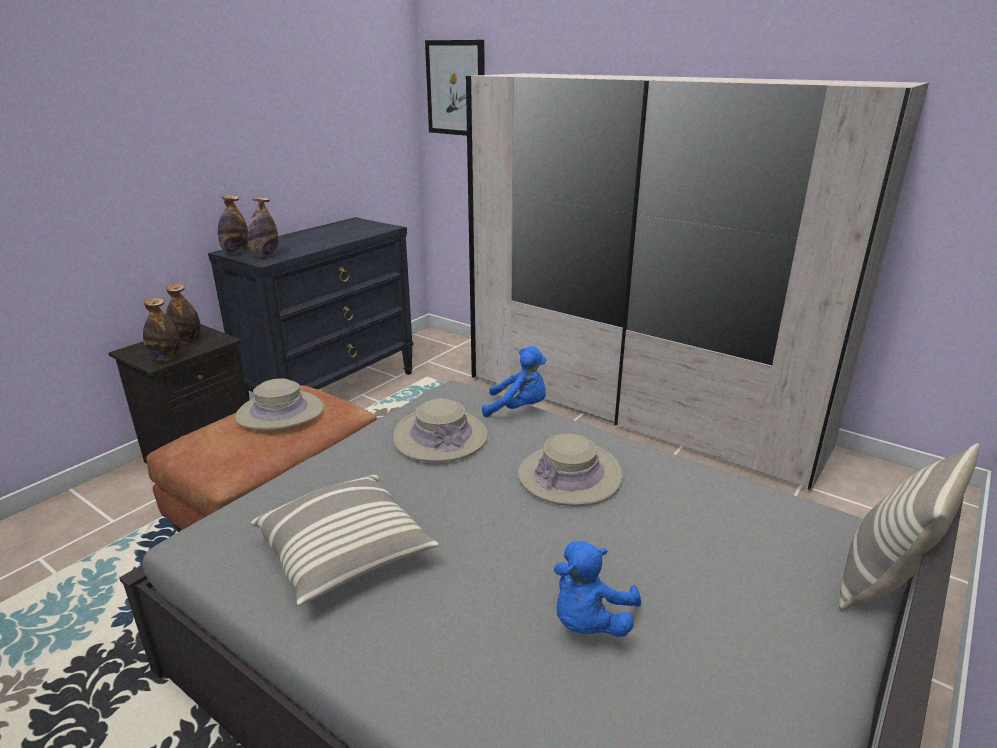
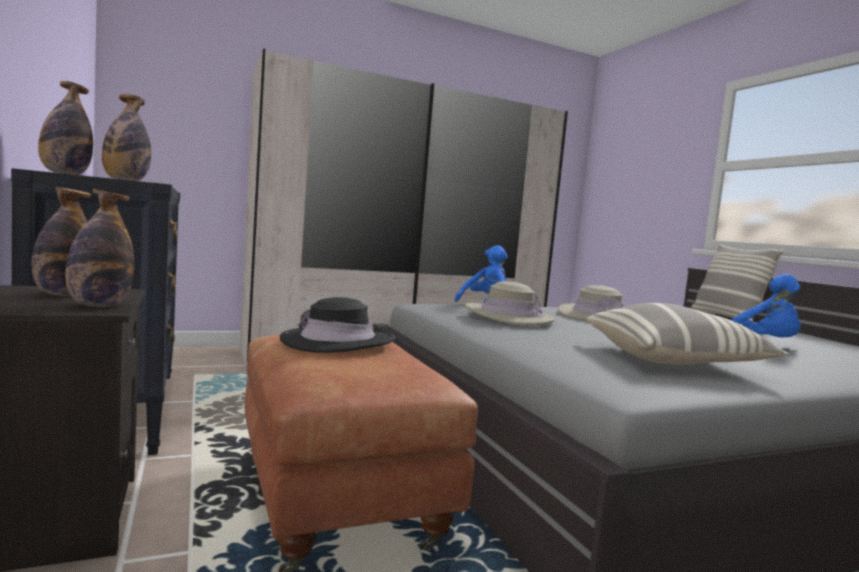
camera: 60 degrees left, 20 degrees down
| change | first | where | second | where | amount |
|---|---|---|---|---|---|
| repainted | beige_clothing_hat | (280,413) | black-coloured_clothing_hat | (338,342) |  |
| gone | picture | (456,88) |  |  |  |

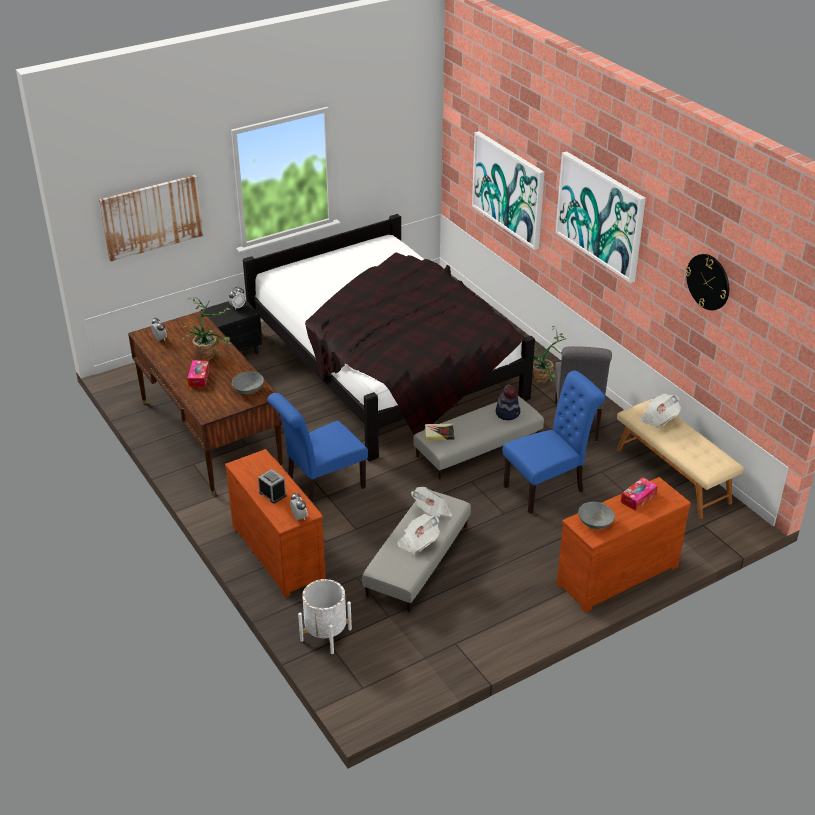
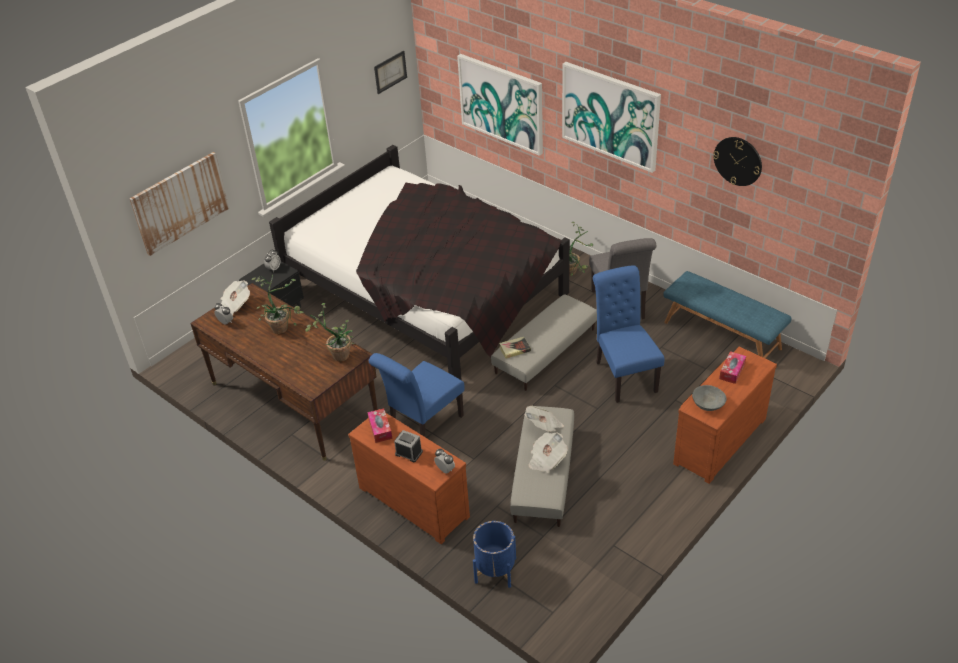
camera: 15 degrees left, 5 degrees up
| change | first | where | second | where | amount |
|---|---|---|---|---|---|
| shifted | tissue_holder | (199,378) |  | (380,429) |  |
| swapped | grey_deep_dish | (248,390) | plant_in_a_pot | (338,354) |  |
| repainted | whitish_plant_pot | (326,634) | bluish_plant_pot | (495,570) |  |
| gone | clothing_hat | (508,413) |  |  |  |
| rotated | bluish_chair | (548,487) |  | (623,374) | 60 degrees counterclockwise |
| repainted | beige_indoor_bench | (673,475) | bluish_indoor_bench | (722,335) |  |
| shifted | printed_paper | (658,418) |  | (234,305) |  |
| new |  |  | picture | (390,72) |  |

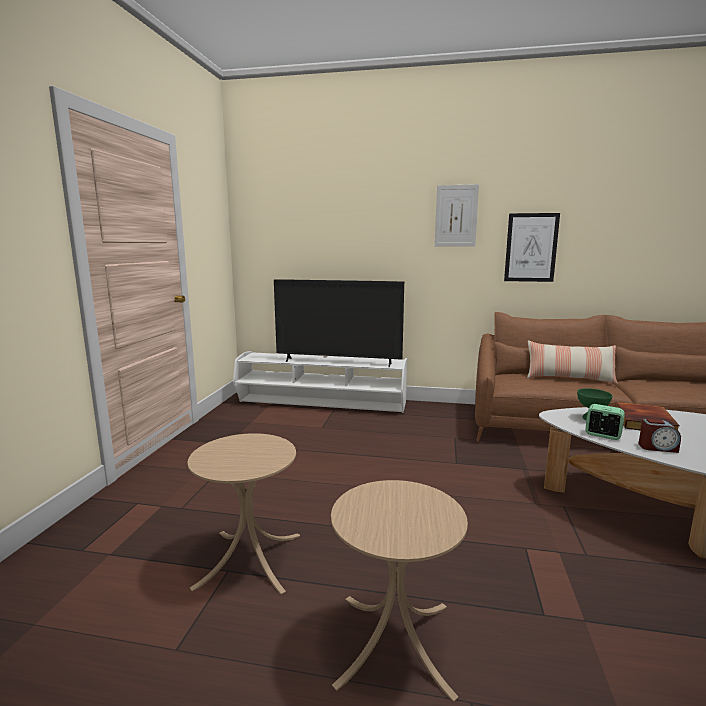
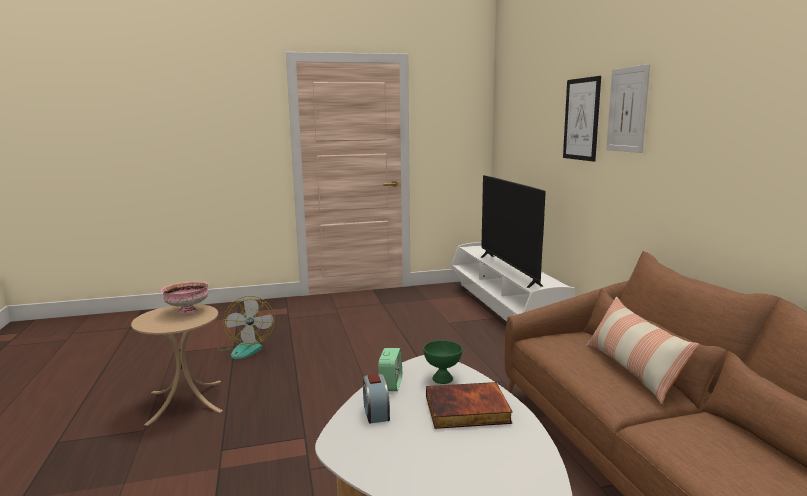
camera: 65 degrees right, 0 degrees up
| change | first | where | second | where | amount |
|---|---|---|---|---|---|
| swapped | beige_end_table | (249,560) | fan | (246,348) |  |
| shifted | picture | (531,247) |  | (581,119) |  |
| new |  |  | pink-coloured_deep_dish | (187,311) |  |

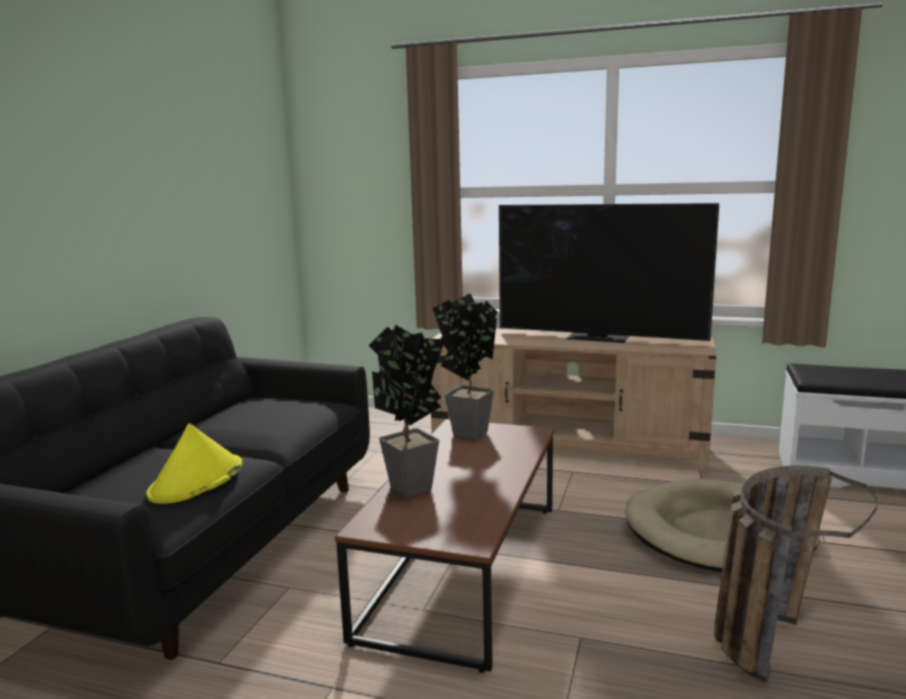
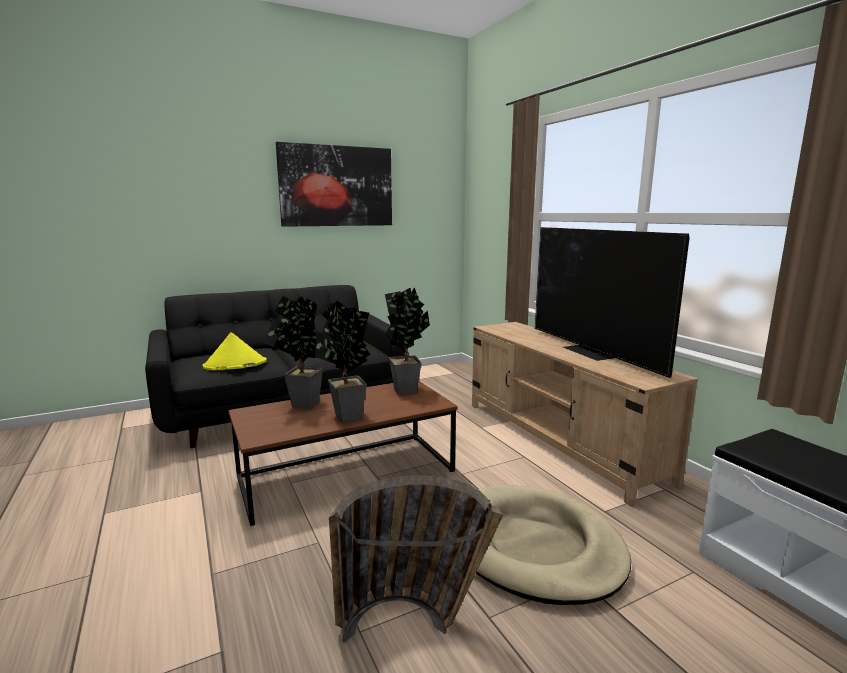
camera: 45 degrees right, 0 degrees up
| change | first | where | second | where | amount |
|---|---|---|---|---|---|
| new |  |  | picture | (337,186) |  |
| new |  |  | plant_in_a_pot | (347,418) |  |

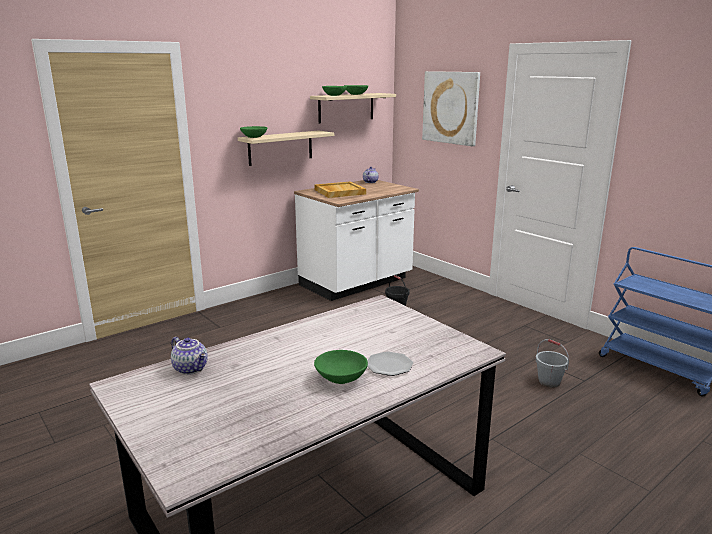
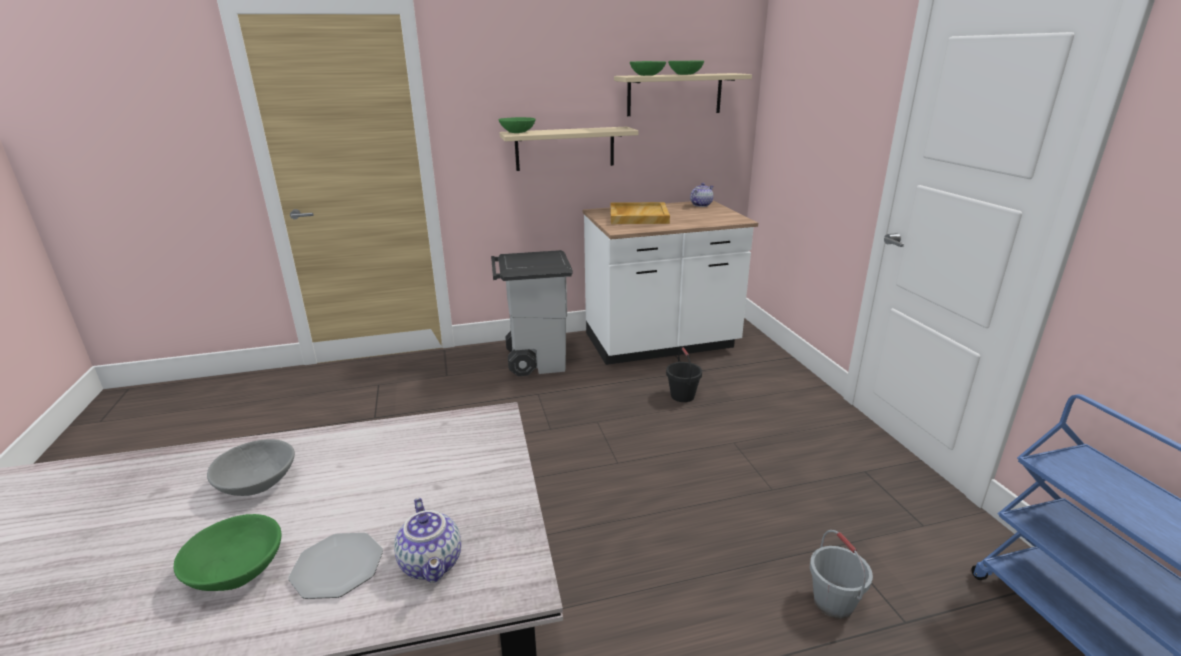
camera: 25 degrees right, 5 degrees up
| change | first | where | second | where | amount |
|---|---|---|---|---|---|
| shifted | teapot | (191,368) |  | (433,563) |  |
| gone | picture | (451,107) |  |  |  |
| new |  |  | grey_deep_dish | (258,483) |  |
| new |  |  | grey_waste_bin | (535,361) |  |

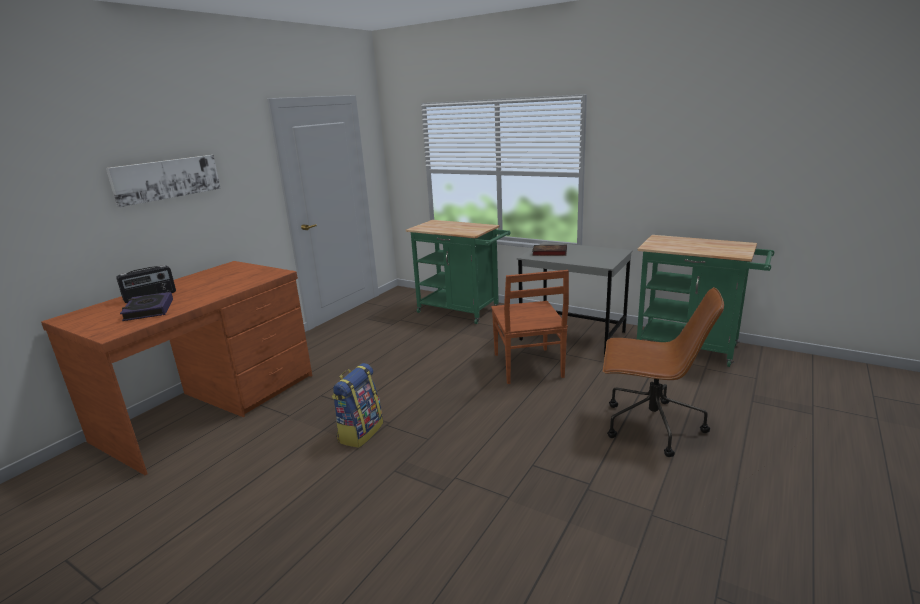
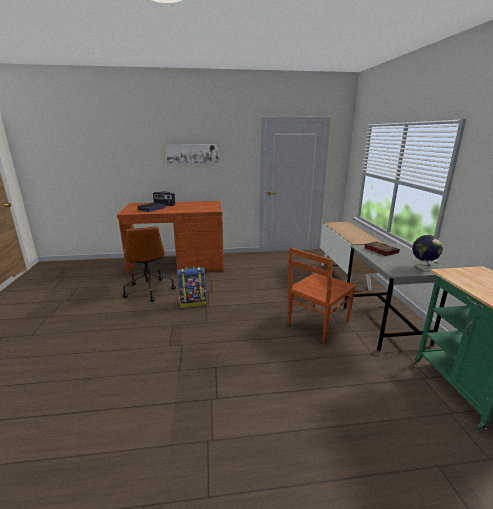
camera: 50 degrees right, 0 degrees up
| change | first | where | second | where | amount |
|---|---|---|---|---|---|
| swapped | green_trolley | (462,311) | cabinet | (344,276) |  |
| shifted | brown-coloured_desk_chair | (650,426) |  | (149,289) |  |
| new |  |  | globe | (423,267) |  |

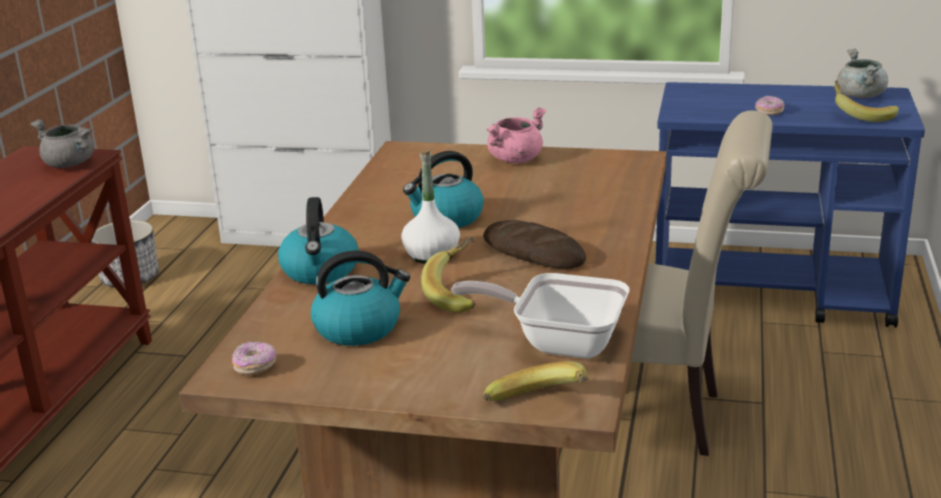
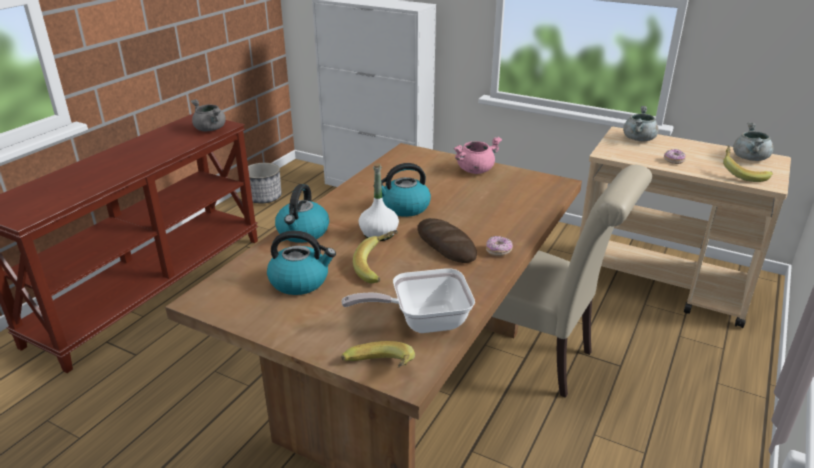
camera: 15 degrees right, 5 degrees up
| change | first | where | second | where | amount |
|---|---|---|---|---|---|
| shifted | donut | (255,367) |  | (498,251) |  |
| rotated | frying_pan | (559,342) |  | (422,321) | 45 degrees counterclockwise |
| repainted | bluish_trolley | (773,294) | beige_trolley | (661,284) |  |
| new |  |  | grey_cooking_pot | (639,139) |  |

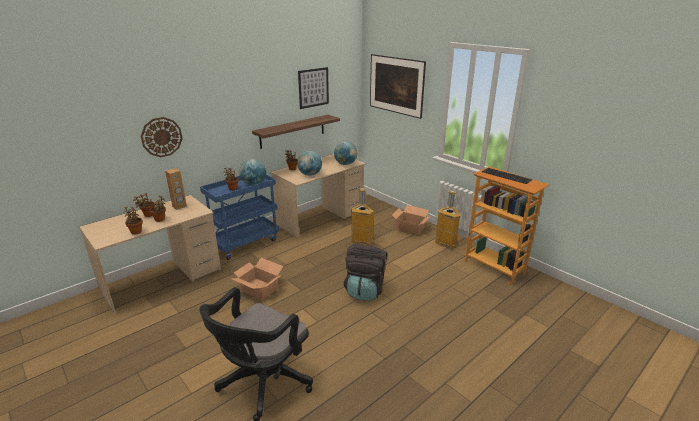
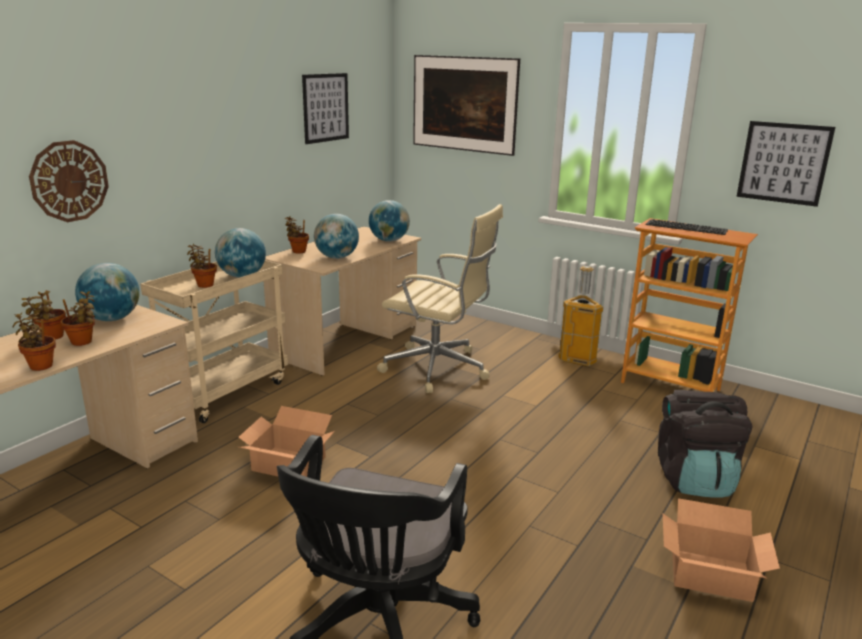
camera: 15 degrees left, 5 degrees down
| change | first | where | second | where | amount |
|---|---|---|---|---|---|
| swapped | brown-coloured_loudspeaker | (179,206) | globe | (112,319) |  |
| repainted | bluish_trolley | (245,242) | beige_trolley | (225,392) |  |
| gone | wall_shelf | (292,131) |  |  |  |
| shifted | black-coloured_knapsack | (365,290) |  | (694,479) |  |
| swapped | waste_bin | (362,241) | beige_desk_chair | (438,369) |  |
| shifted | packing_box | (410,228) |  | (711,575) |  |
| new |  |  | picture | (783,163) |  |

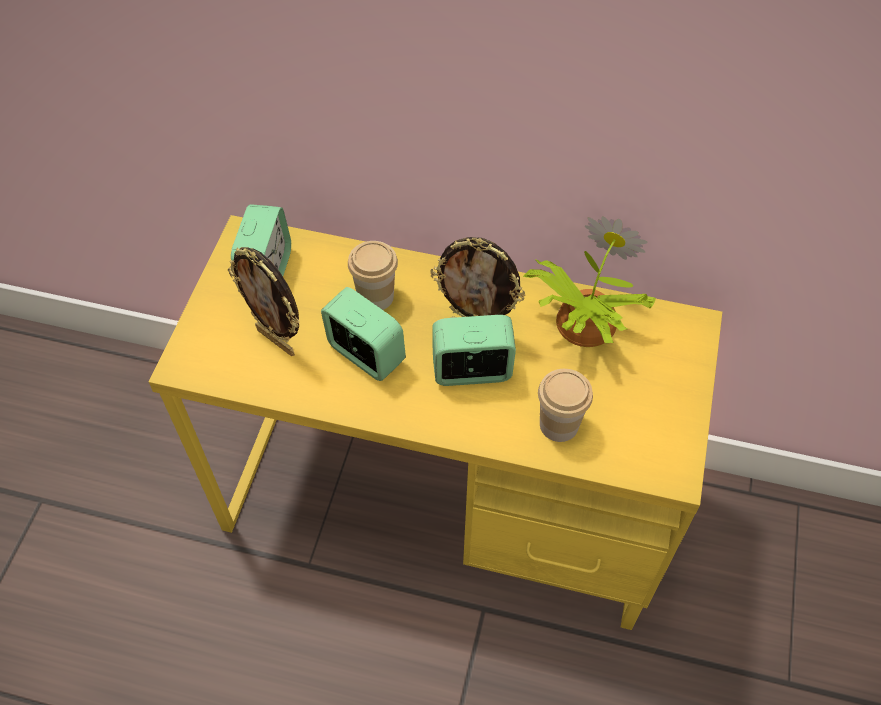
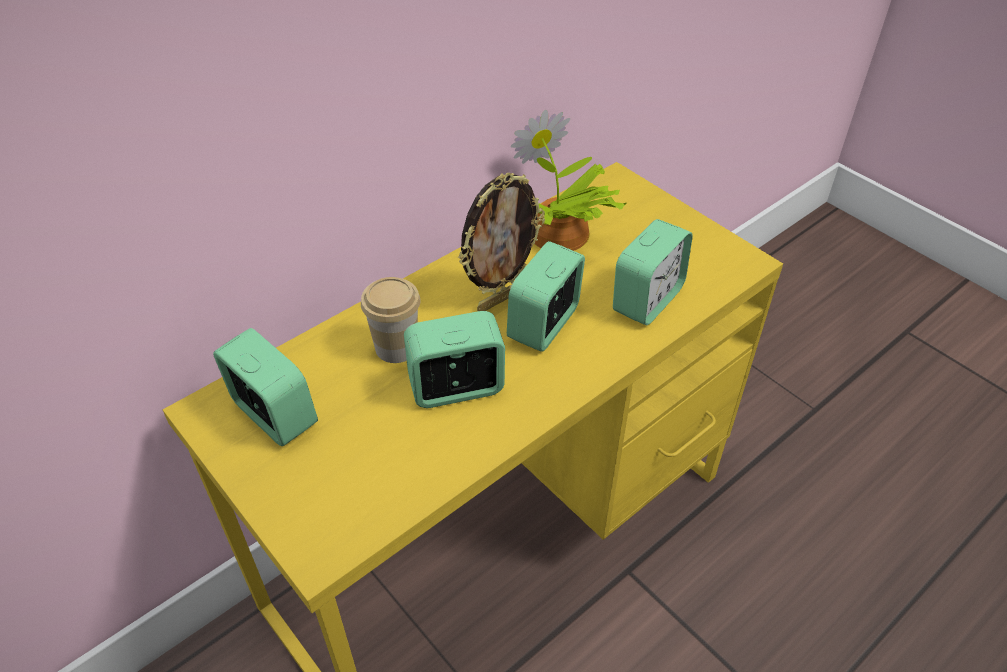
camera: 55 degrees left, 10 degrees down
| change | first | where | second | where | amount |
|---|---|---|---|---|---|
| gone | picture_frame | (277,341) |  |  |  |
| swapped | cup | (559,424) | table_clock | (647,300) |  |

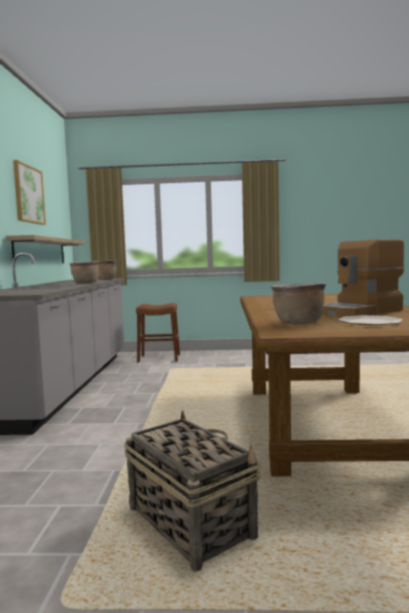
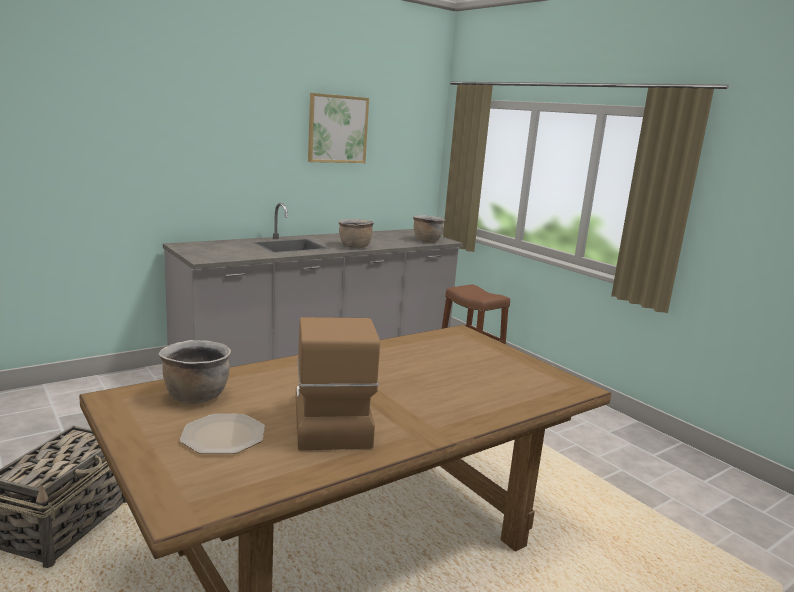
camera: 50 degrees right, 10 degrees up
| change | first | where | second | where | amount |
|---|---|---|---|---|---|
| gone | wall_shelf | (40,251) |  |  |  |
| rotated | coffee_brewer | (360,312) |  | (329,420) | 60 degrees clockwise |

